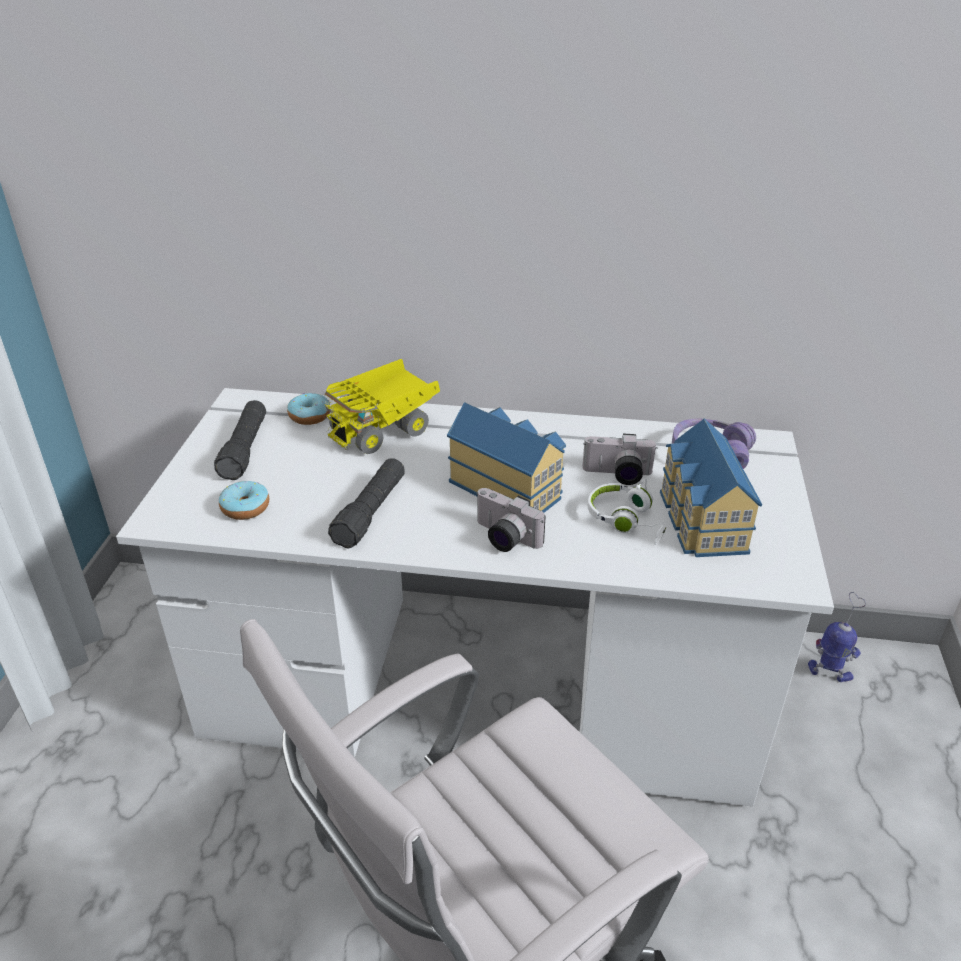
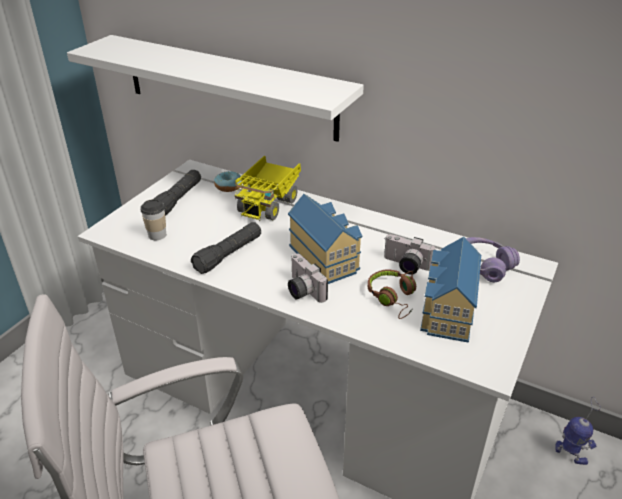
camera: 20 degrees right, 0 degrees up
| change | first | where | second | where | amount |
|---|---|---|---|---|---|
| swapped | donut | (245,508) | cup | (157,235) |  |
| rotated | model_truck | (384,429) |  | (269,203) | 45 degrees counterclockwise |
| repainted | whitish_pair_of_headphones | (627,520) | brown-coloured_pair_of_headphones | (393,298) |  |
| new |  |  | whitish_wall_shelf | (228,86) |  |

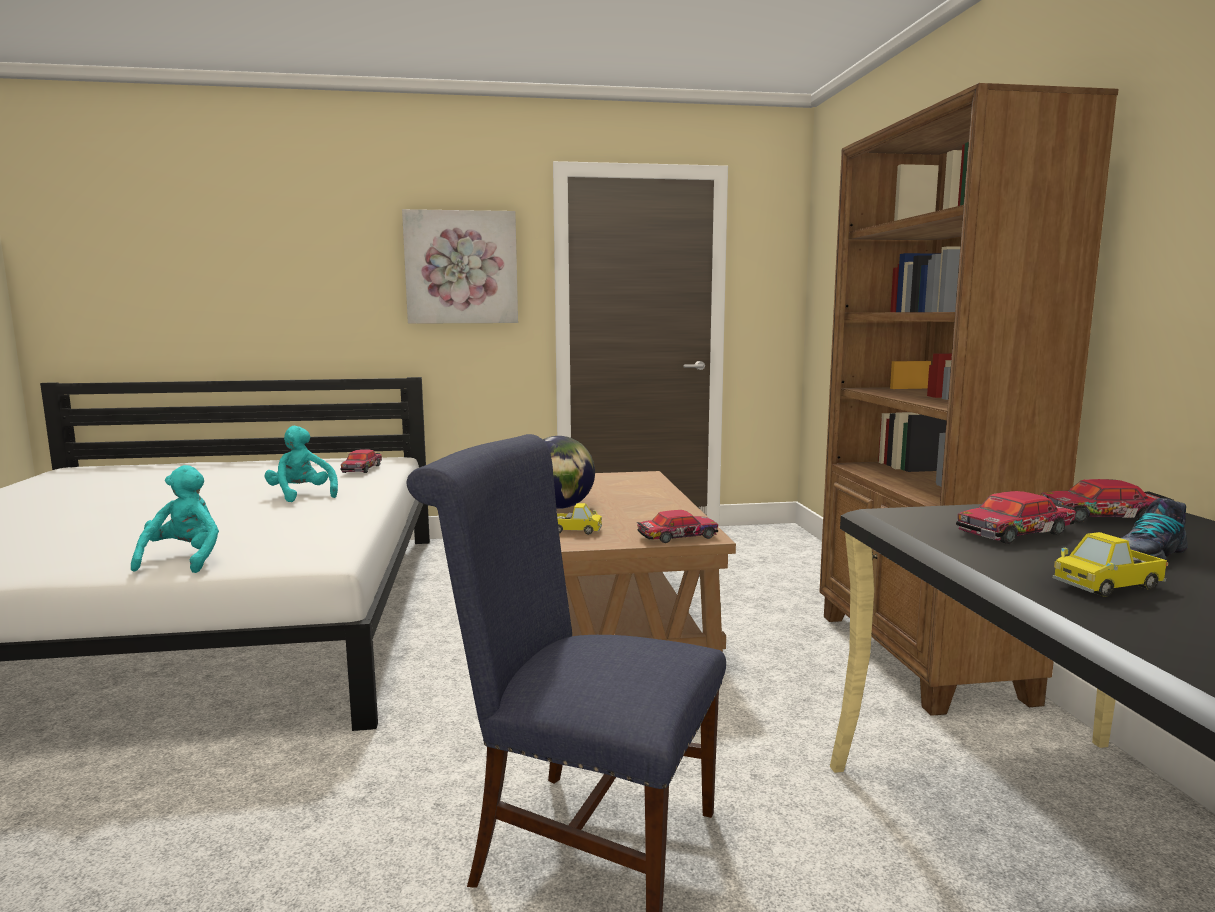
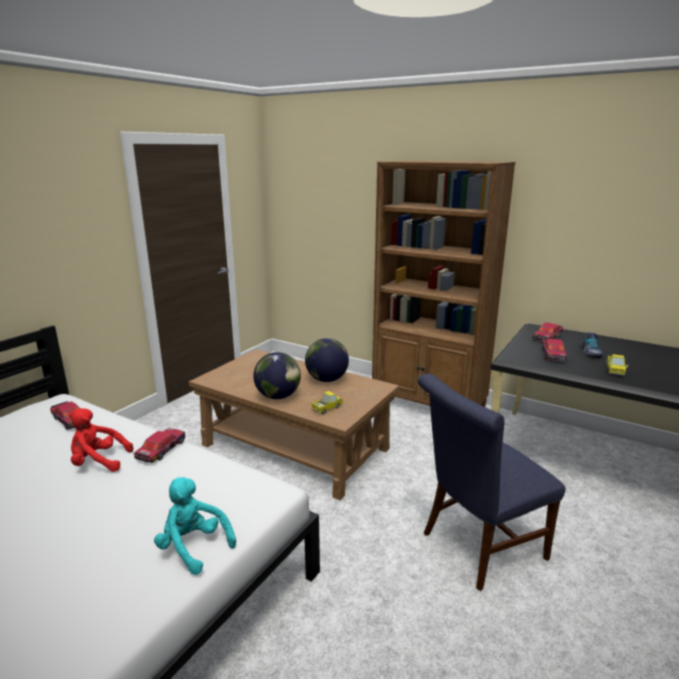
camera: 50 degrees left, 10 degrees up
| change | first | where | second | where | amount |
|---|---|---|---|---|---|
| repainted | turquoise_cuddly_toy | (302,495) | red-coloured_cuddly_toy | (98,462) |  |
| gone | picture | (461,267) |  |  |  |
| shifted | toy_car | (676,537) |  | (161,450) |  |
| new |  |  | globe | (326,379) |  |

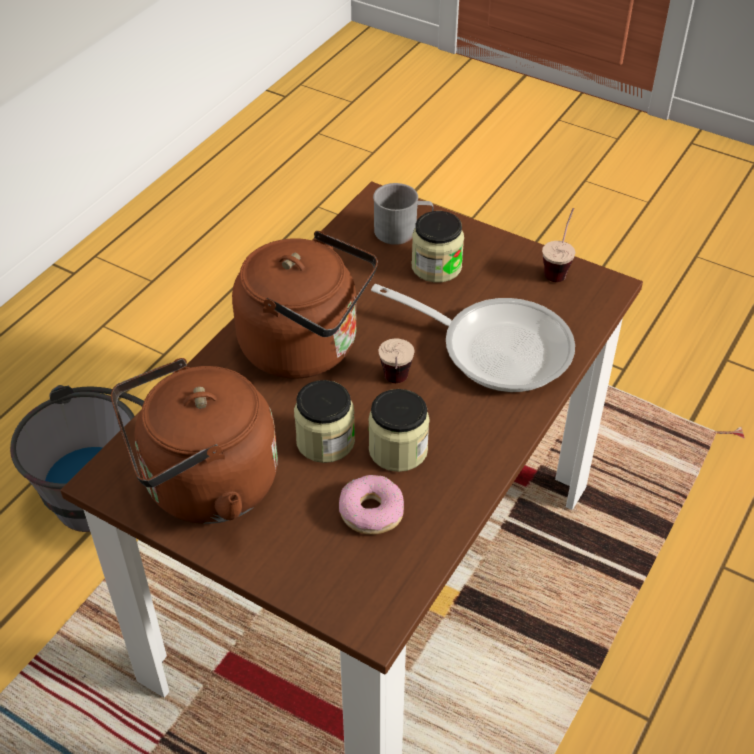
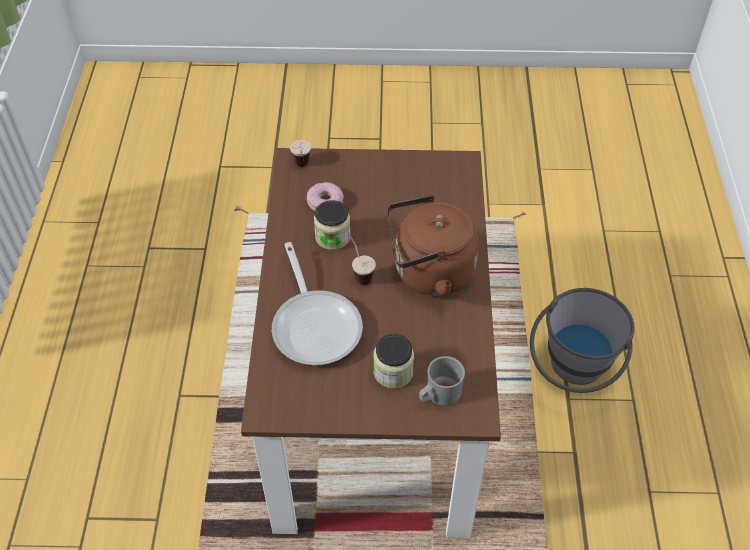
camera: 150 degrees right, 5 degrees up
| change | first | where | second | where | amount |
|---|---|---|---|---|---|
| gone | brown-coloured_water_kettle | (203,486) |  |  |  |
| gone | storage_jar | (325,441) |  |  |  |
| rotated | frying_pan | (496,347) |  | (315,325) | 105 degrees counterclockwise |
| shifted | cup | (558,267) |  | (302,168) |  |

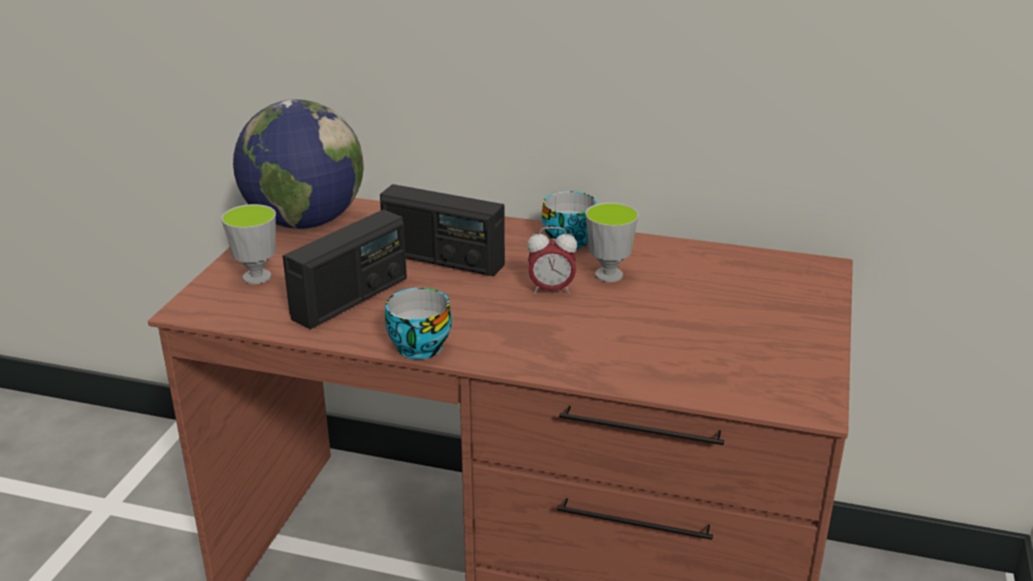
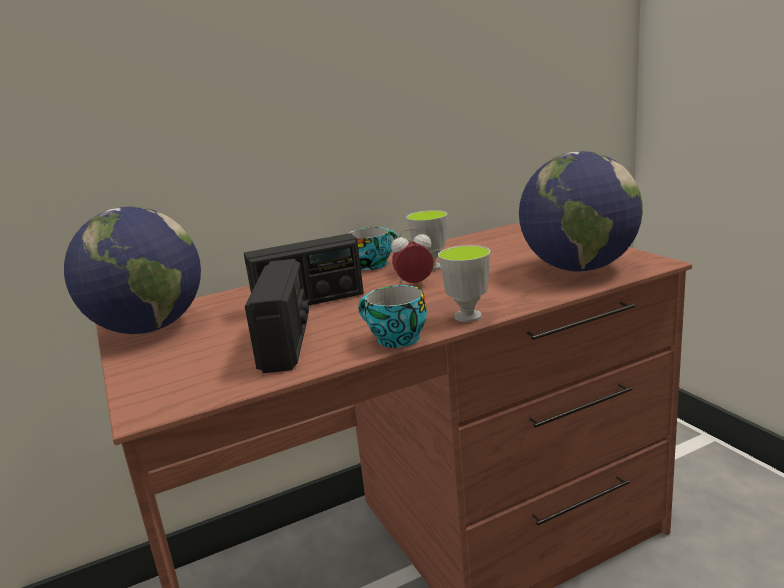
camera: 40 degrees left, 10 degrees down
| change | first | where | second | where | amount |
|---|---|---|---|---|---|
| shifted | cup | (257,277) |  | (468,316) |  |
| rotated | table_clock | (551,290) |  | (414,284) | 150 degrees counterclockwise |
| new |  |  | globe | (578,268) |  |

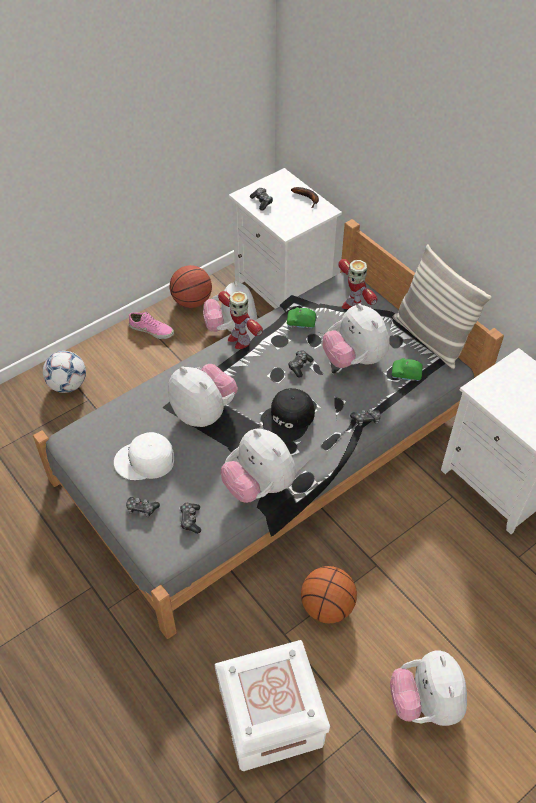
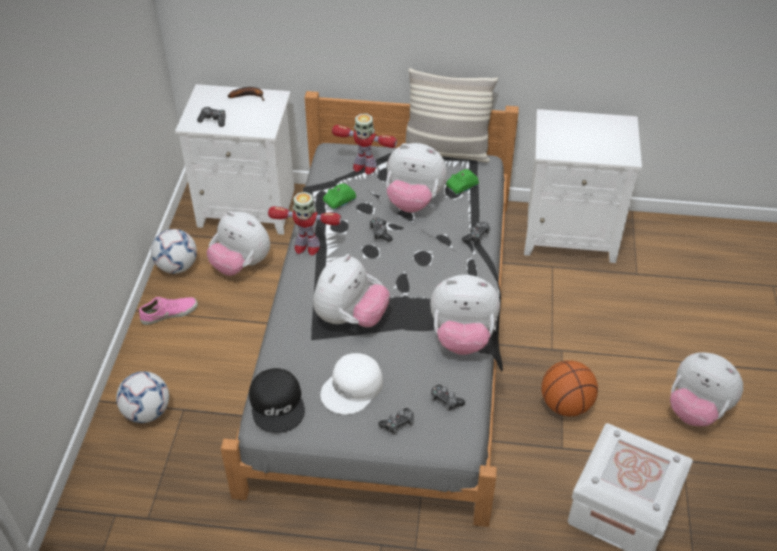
camera: 45 degrees left, 5 degrees down
| change | first | where | second | where | amount |
|---|---|---|---|---|---|
| rotated | cuddly_toy | (204,412) |  | (350,318) | 120 degrees clockwise |
| swapped | ball_for_basketball | (192,301) | football | (177,266) |  |
| shifted | black-coloured_baseball_cap | (289,419) |  | (278,404) |  |

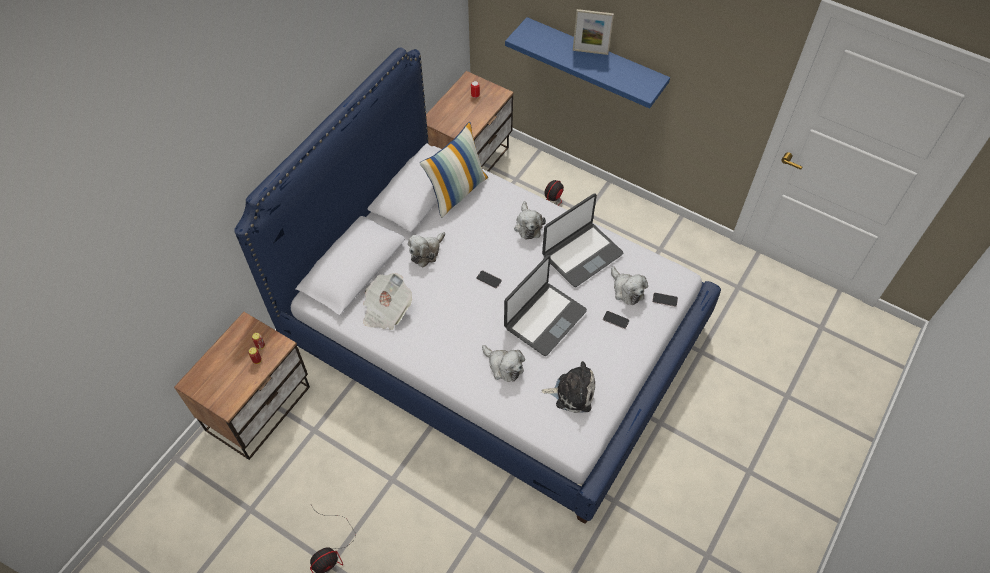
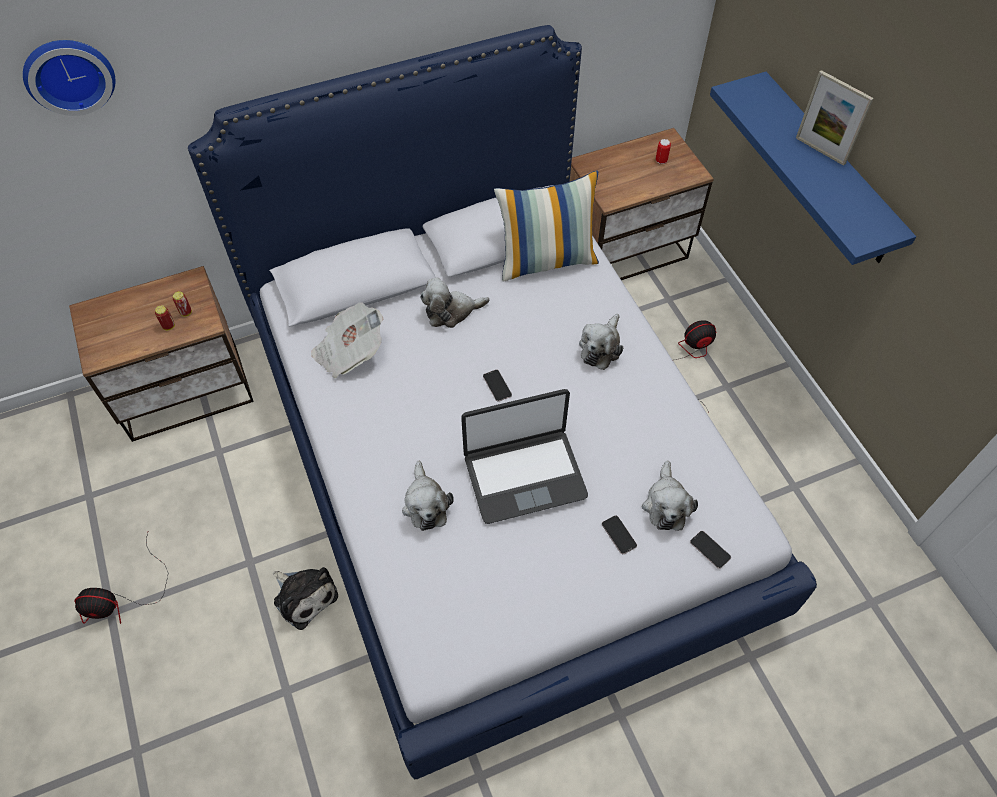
camera: 35 degrees right, 0 degrees up
| change | first | where | second | where | amount |
|---|---|---|---|---|---|
| shifted | cuddly_toy | (571,392) |  | (304,595) |  |
| gone | notebook_computer | (581,254) |  |  |  |
| new |  |  | clock_on_the_wall | (68,73) |  |

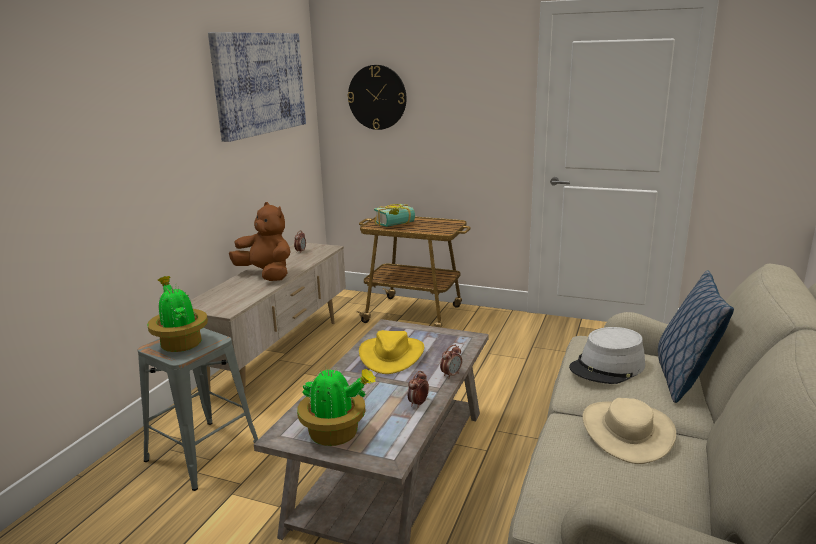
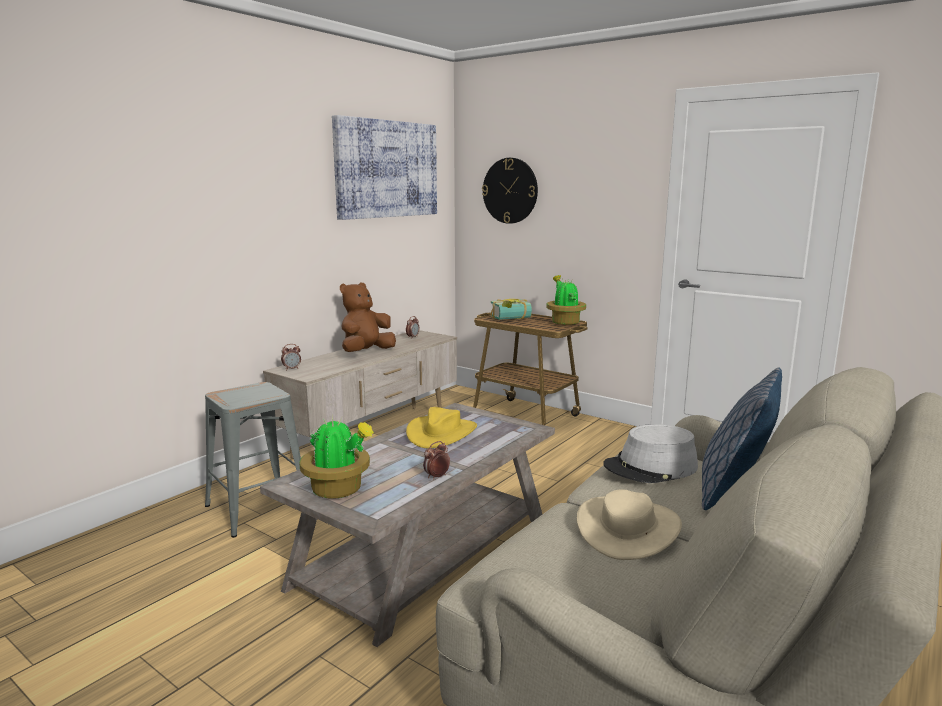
camera: 15 degrees right, 5 degrees down
| change | first | where | second | where | amount |
|---|---|---|---|---|---|
| shifted | plant_in_a_pot | (181,344) |  | (564,322) |  |
| rotated | brown-coloured_cuddly_toy | (266,275) |  | (366,352) | 105 degrees counterclockwise |
| shifted | table_clock | (451,375) |  | (292,369) |  |

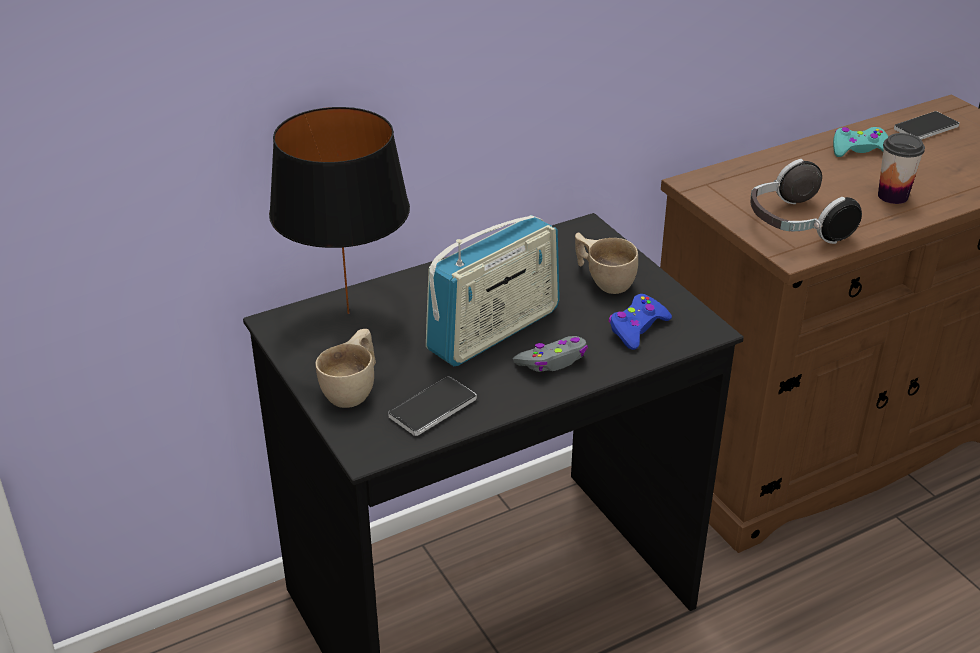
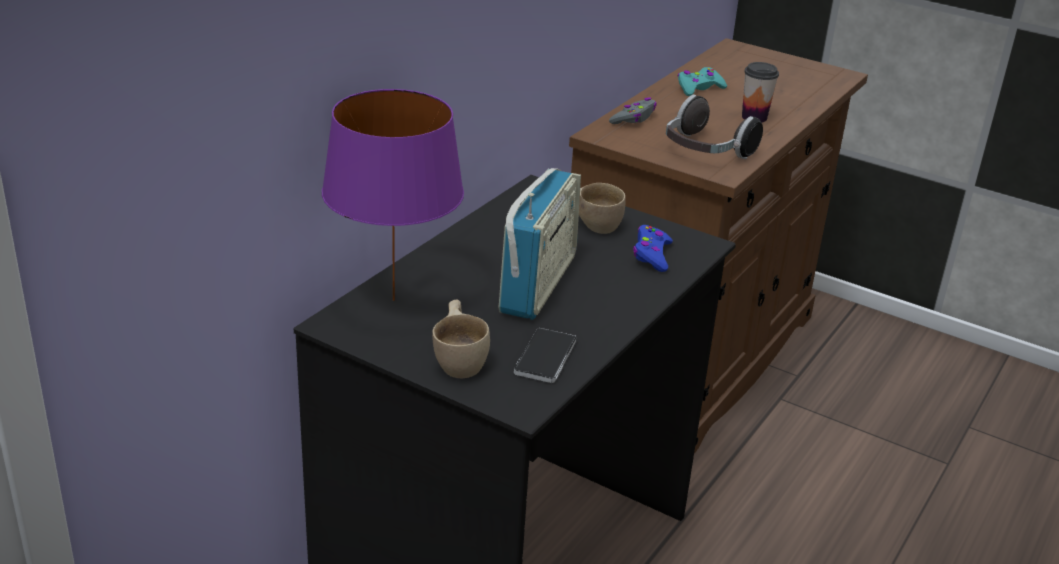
camera: 30 degrees left, 5 degrees down
| change | first | where | second | where | amount |
|---|---|---|---|---|---|
| repainted | black-coloured_table_lamp | (346,313) | purple_table_lamp | (392,300) |  |
| shifted | grey_game_controller | (553,361) |  | (633,118) |  |
| gone | phone | (925,128) |  |  |  |

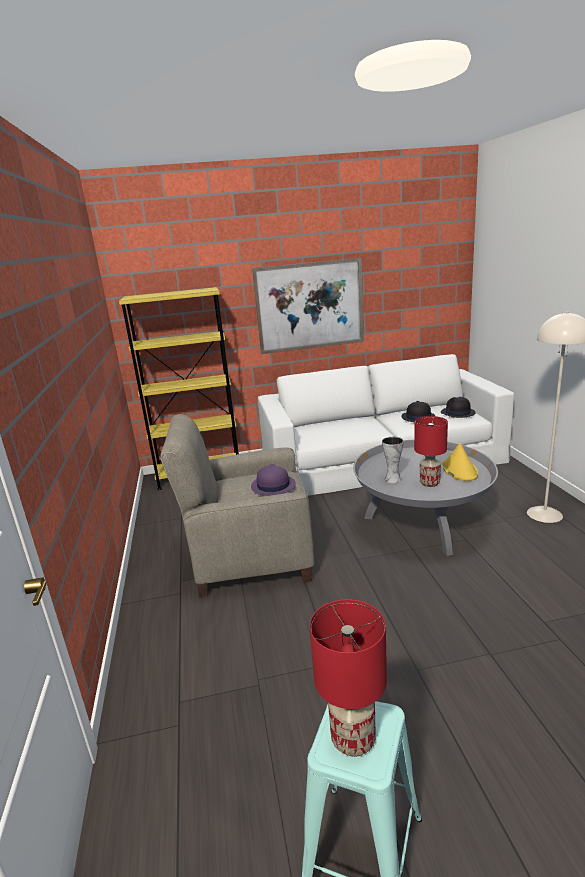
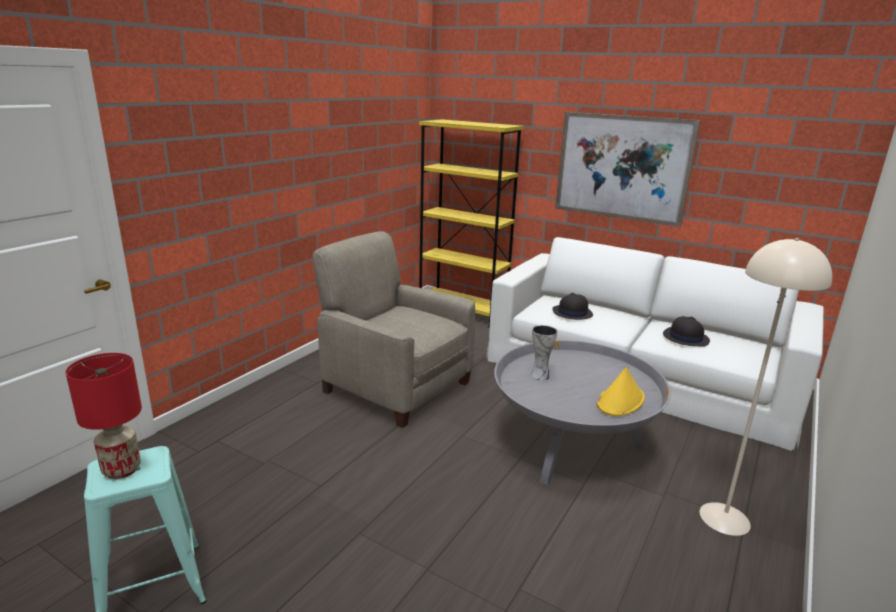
camera: 40 degrees right, 0 degrees up
| change | first | where | second | where | amount |
|---|---|---|---|---|---|
| gone | purple_clothing_hat | (273,486) |  |  |  |
| gone | red-coloured_table_lamp | (429,483) |  |  |  |
| shifted | black-coloured_clothing_hat | (457,413) |  | (572,313) |  |

